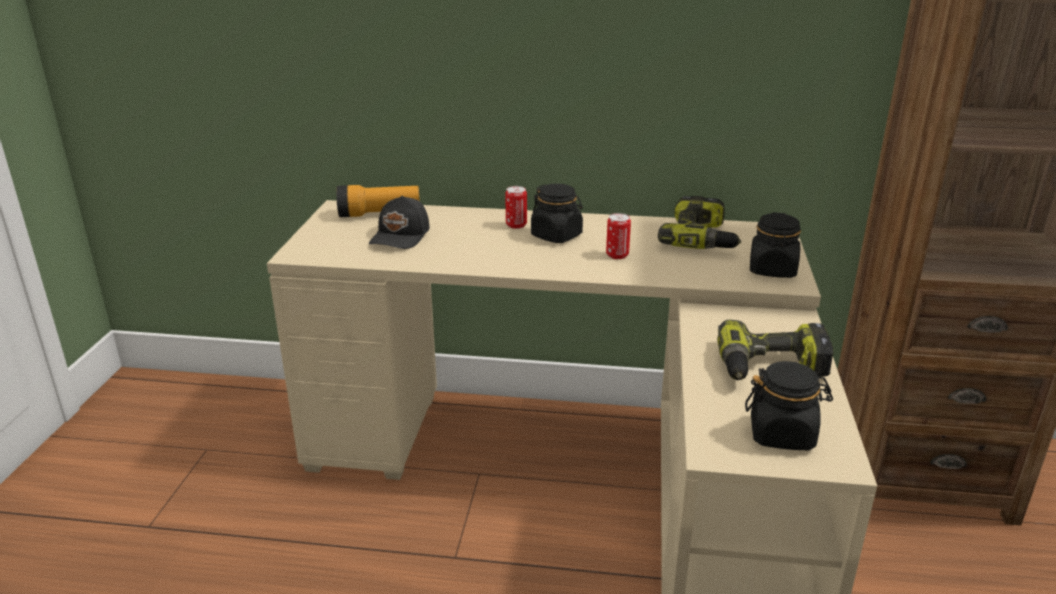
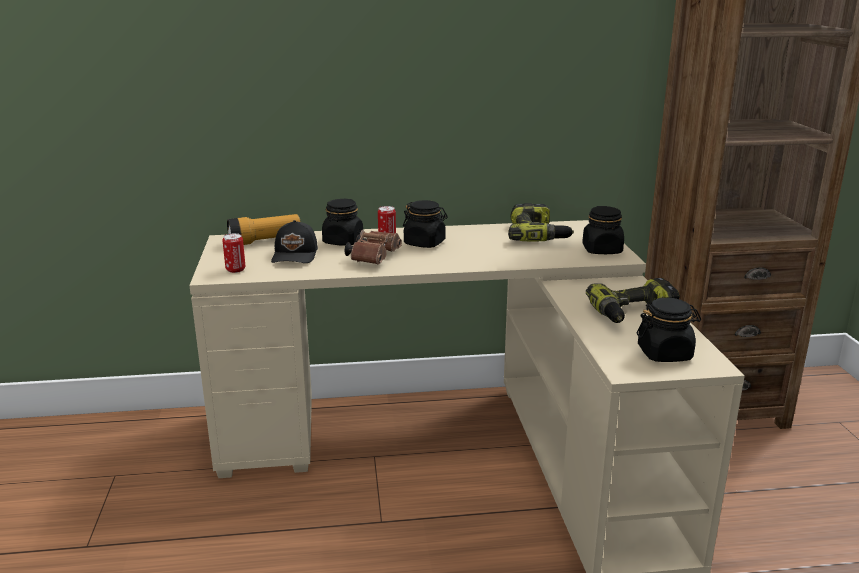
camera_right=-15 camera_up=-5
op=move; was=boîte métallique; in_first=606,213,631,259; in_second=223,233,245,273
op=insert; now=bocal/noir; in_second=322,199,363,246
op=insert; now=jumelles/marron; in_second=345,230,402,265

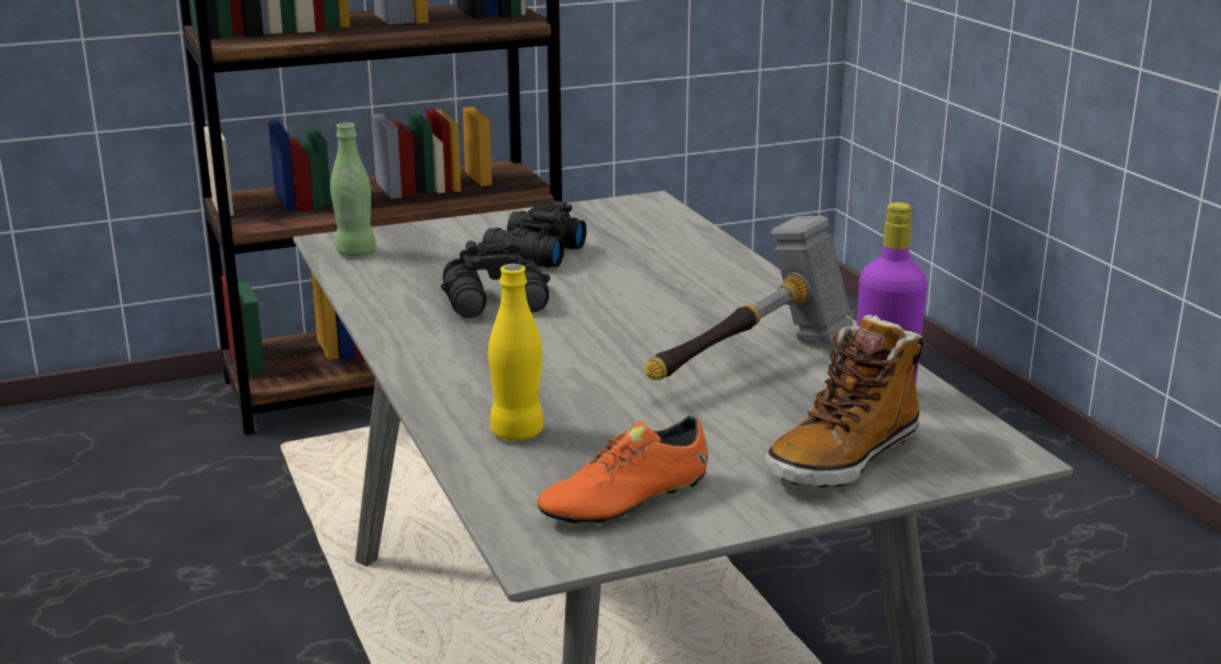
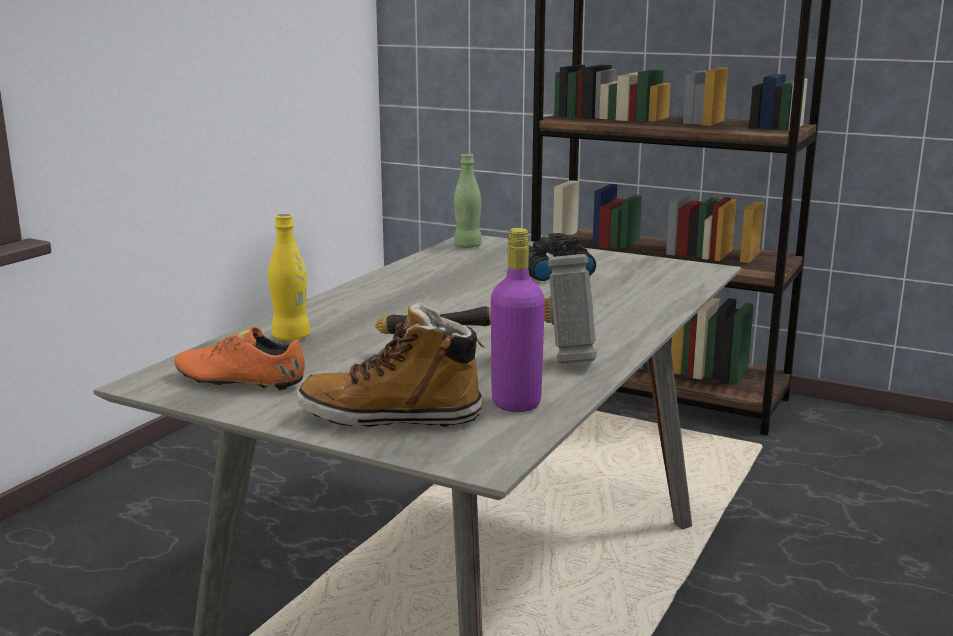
camera_right=50 camera_up=-5
op=delete; was=jumelles/noir; in_first=441,234,550,318

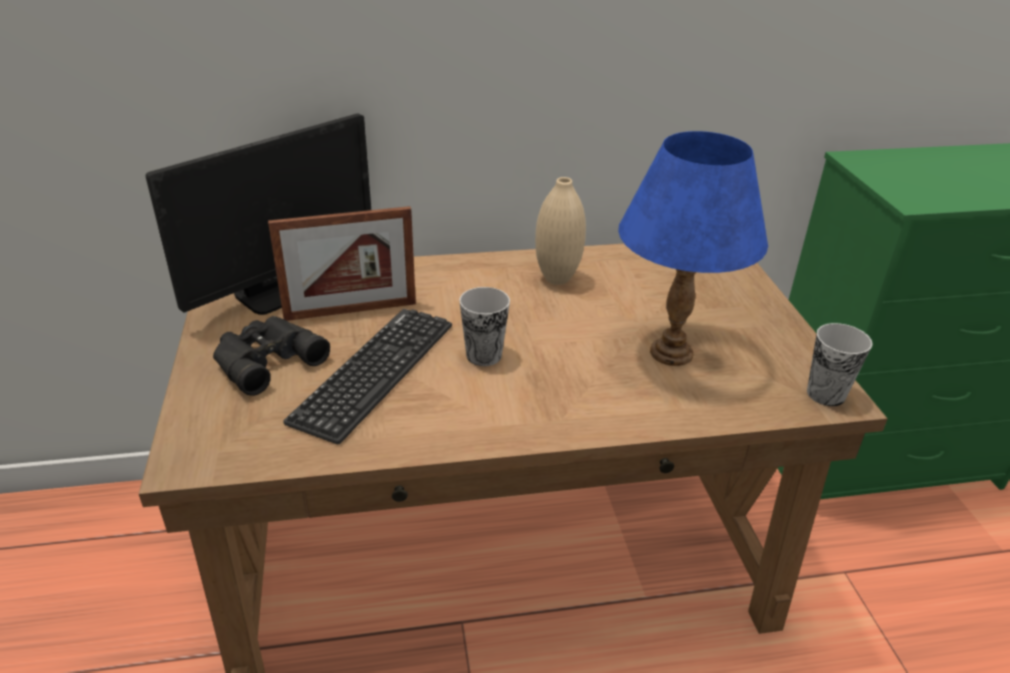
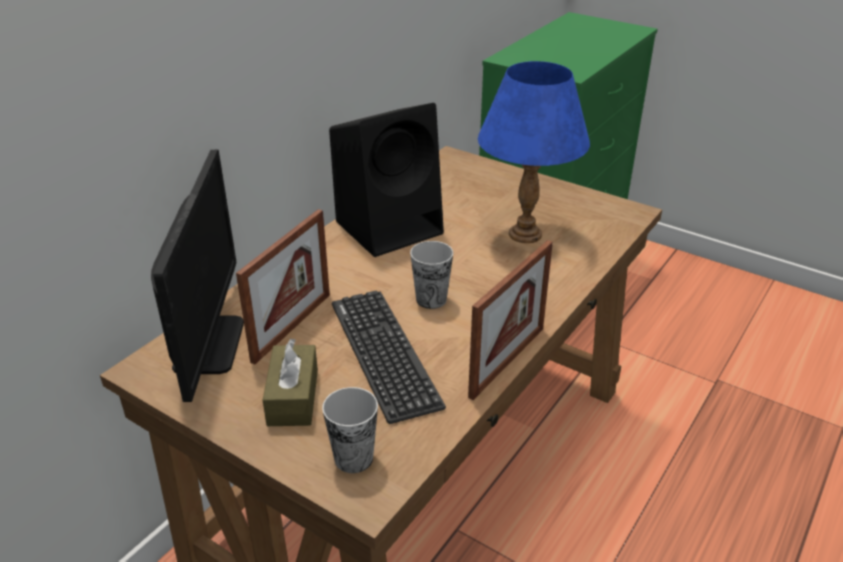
camera_right=-45 camera_up=0
op=replace; was=jumelles/noir; now=boîte à mouchoirs/marron; in_first=213,316,330,396; in_second=263,339,318,426
op=move; was=tasse; in_first=807,323,872,406; in_second=322,387,378,473
op=replace; was=vase/beige; now=enceinte/noir; in_first=535,177,586,285; in_second=329,103,444,257
op=insert; now=cadre photo; in_second=468,240,553,400

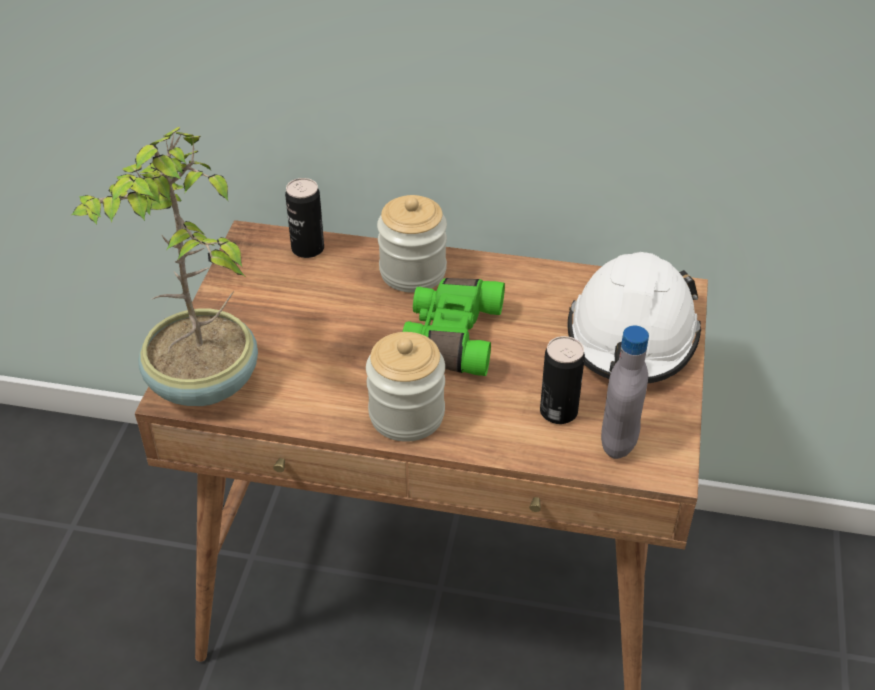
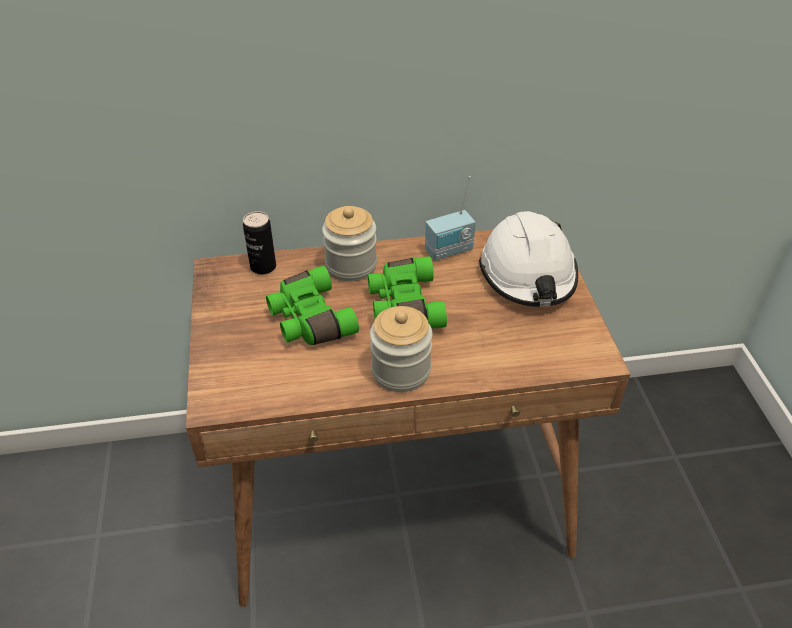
camera_right=-20 camera_up=0
op=insert; now=jumelles/vert; in_second=266,266,359,345
op=insert; now=radio; in_second=425,176,476,261
op=delete; was=plante en pot; in_first=72,127,258,406
op=delete; was=boîte métallique; in_first=540,336,585,424
op=delete; was=bouteille/gris; in_first=601,326,649,459

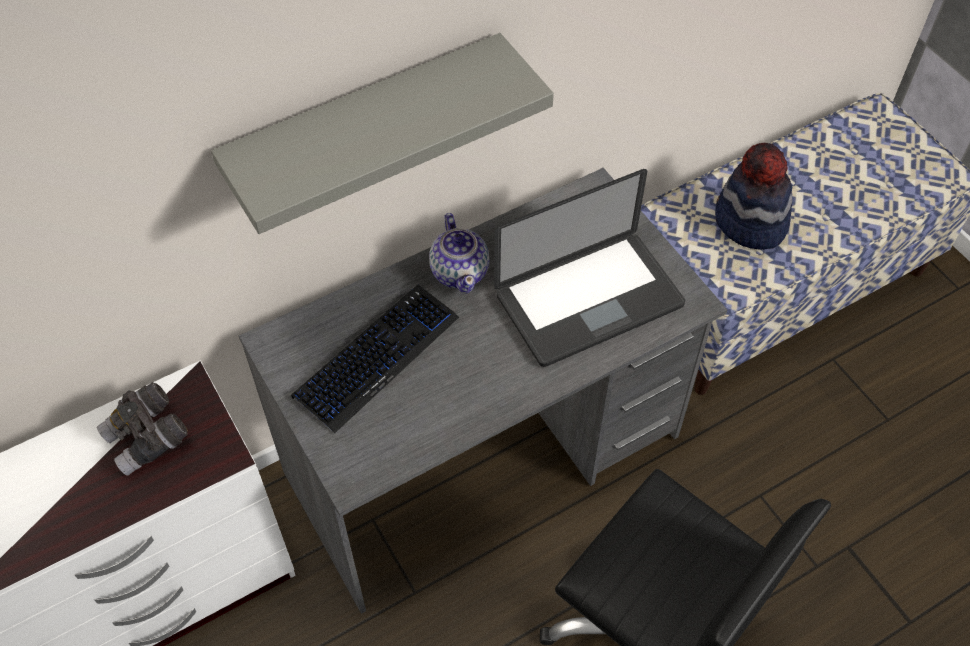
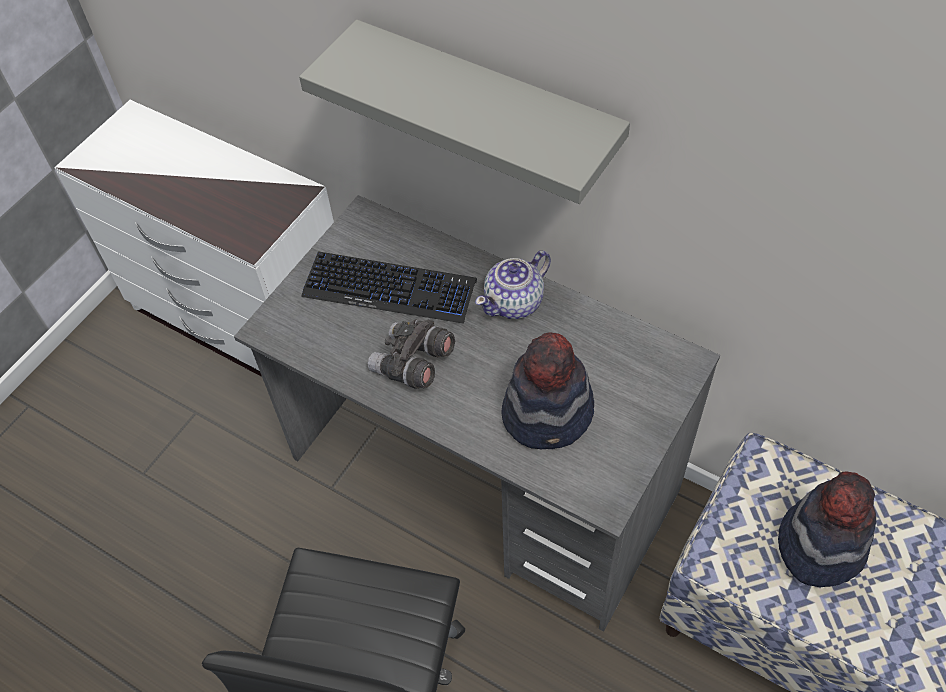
camera_right=65 camera_up=0
op=move; was=jumelles/gris; in_first=97,382,188,476; in_second=368,319,455,389
op=replace; was=ordinateur portable; now=chapeau; in_first=494,169,685,367; in_second=501,333,594,449

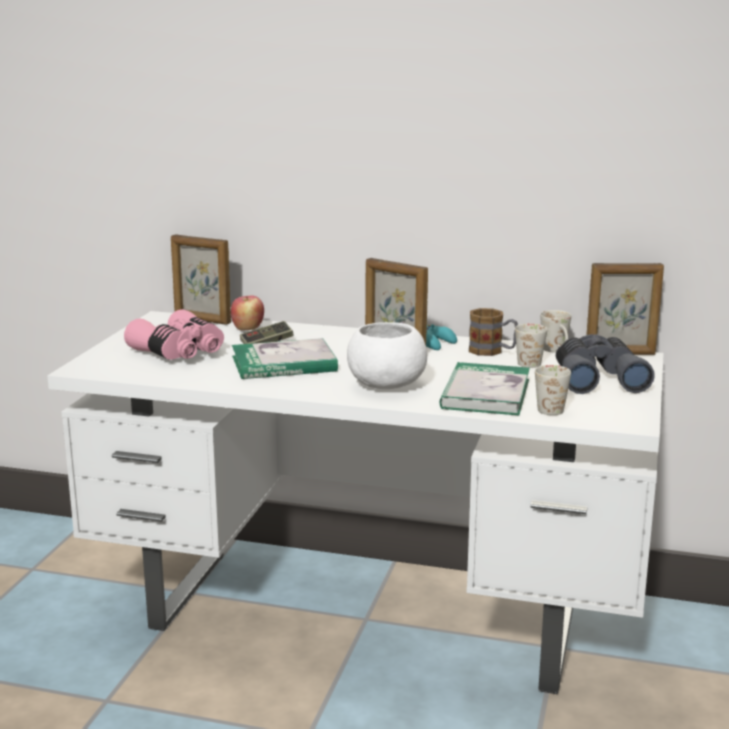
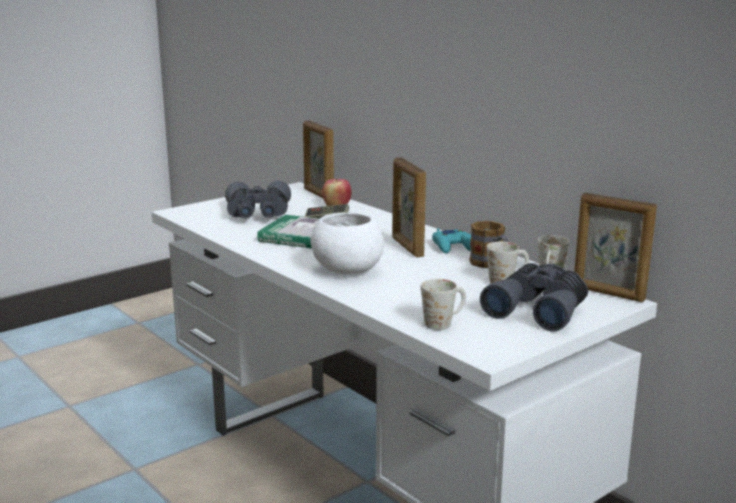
camera_right=35 camera_up=0
op=recolor; was=jumelles/rose; now=jumelles/gris; in_first=124,309,224,360; in_second=225,181,291,219
op=delete; was=livre; in_first=440,362,530,415

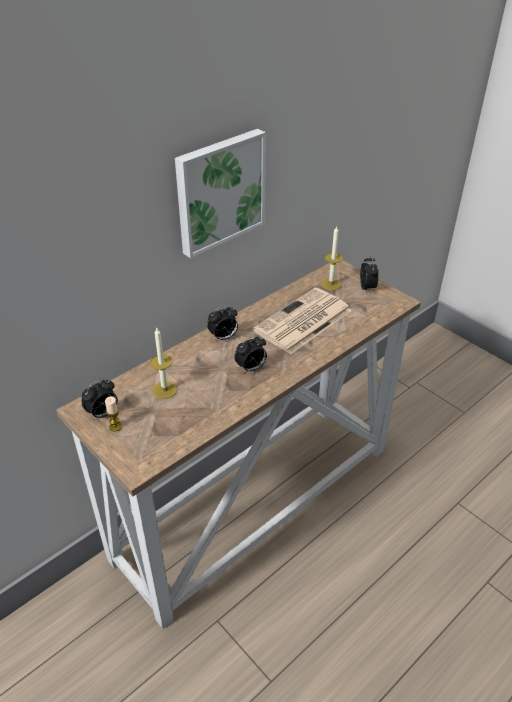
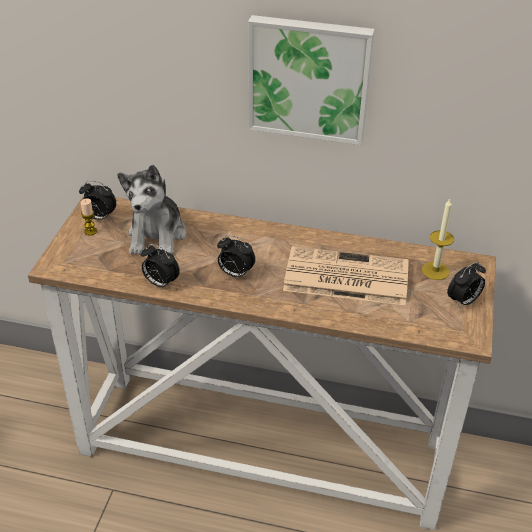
camera_right=55 camera_up=0
op=replace; was=bougie; now=peluche; in_first=150,328,177,399; in_second=117,164,186,255
op=move; was=réveil; in_first=207,305,238,341; in_second=141,244,180,289

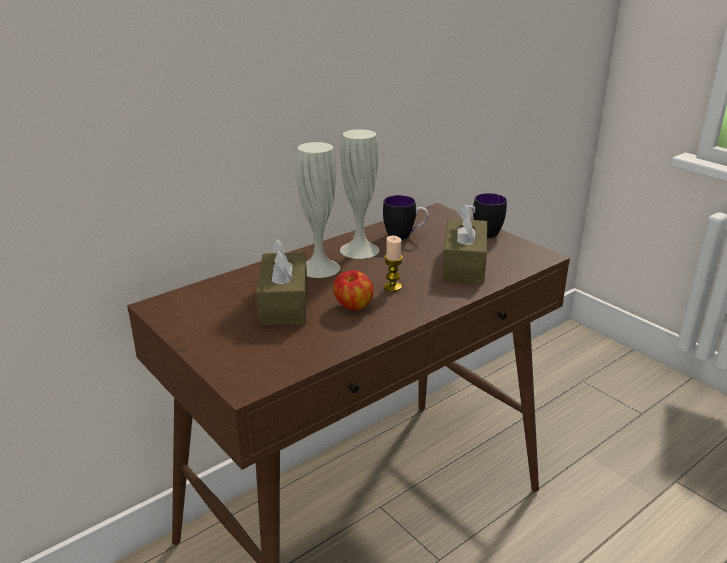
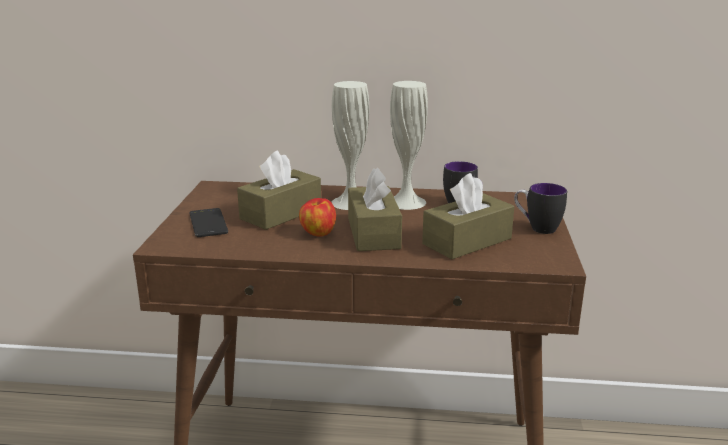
camera_right=45 camera_up=-5
op=insert; now=téléphone; in_second=189,208,228,237
op=replace; was=bougie; now=boîte à mouchoirs/marron; in_first=384,236,403,292; in_second=348,168,402,251

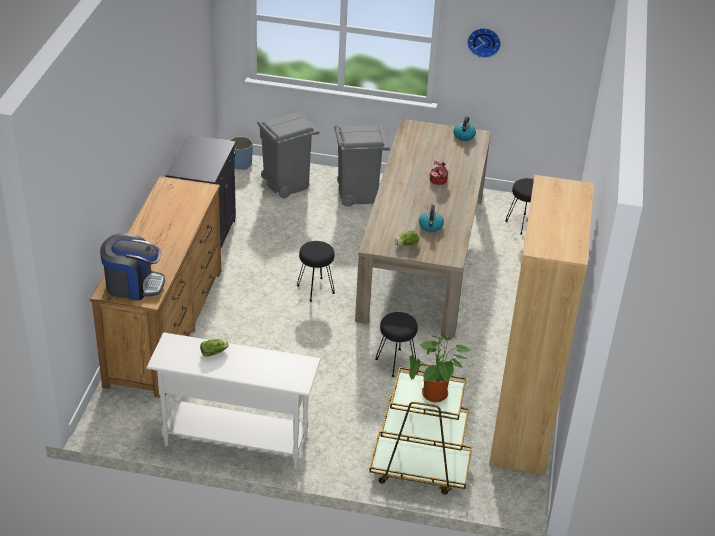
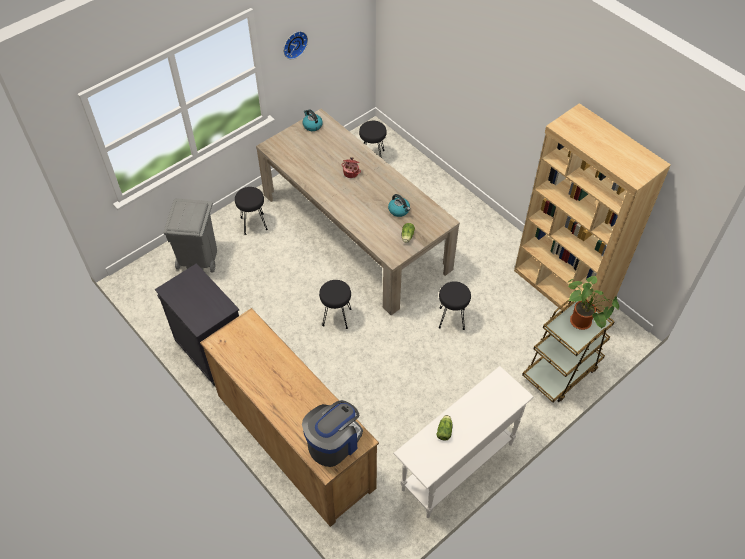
camera_right=-50 camera_up=15
op=replace; was=poubelle/gris; now=tabouret/noir; in_first=334,125,390,207; in_second=235,187,268,235
op=delete; was=cache-pot/bleu; in_first=229,137,253,170

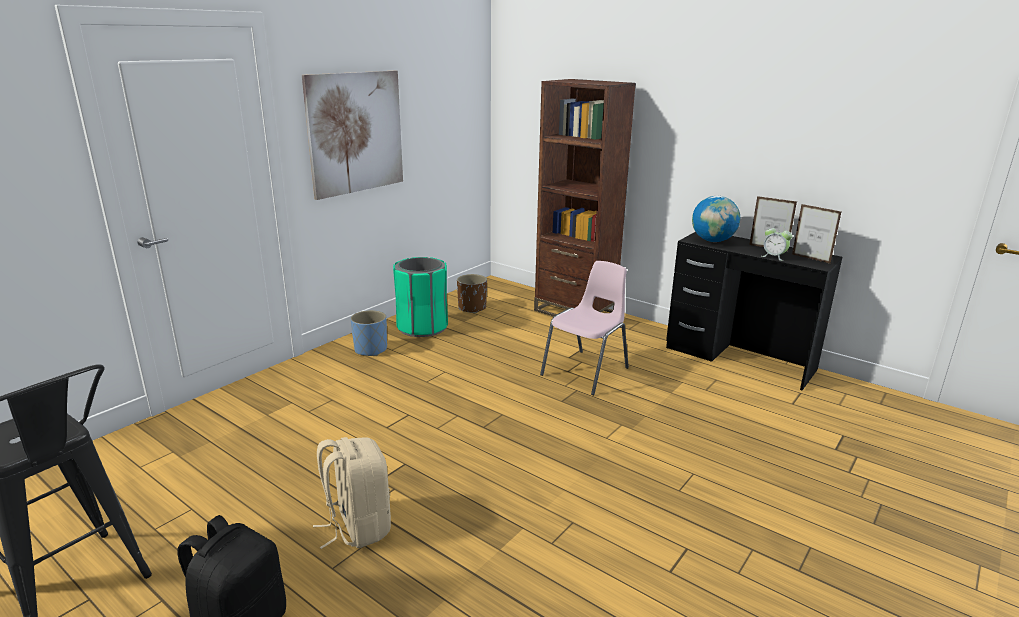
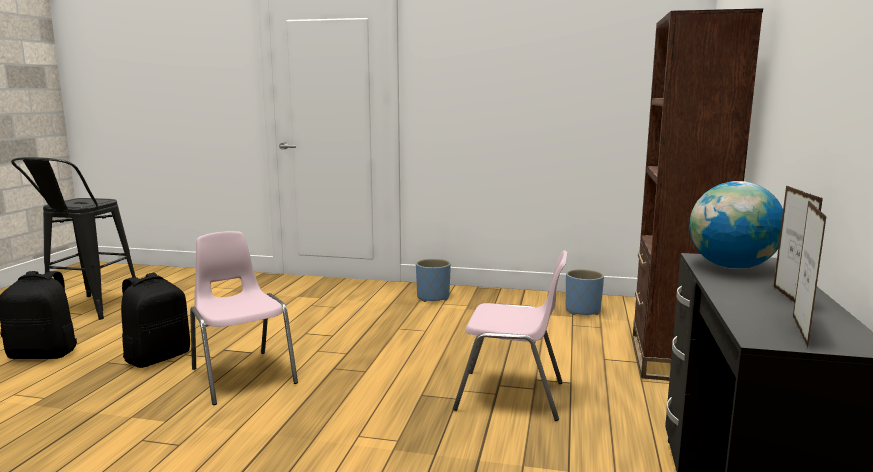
camera_right=65 camera_up=-10
op=recolor; was=sac à dos/beige; now=sac à dos/noir; in_first=313,437,391,549; in_second=121,273,190,368
op=insert; now=chaise/rose; in_second=190,231,298,405
op=recolor; was=cache-pot/marron; now=cache-pot/bleu; in_first=457,274,487,313; in_second=566,269,604,315
op=delete; was=tableau; in_first=302,71,403,200
op=delete; was=poubelle/vert; in_first=393,257,448,337
op=delete; was=réveil; in_first=762,225,793,261

